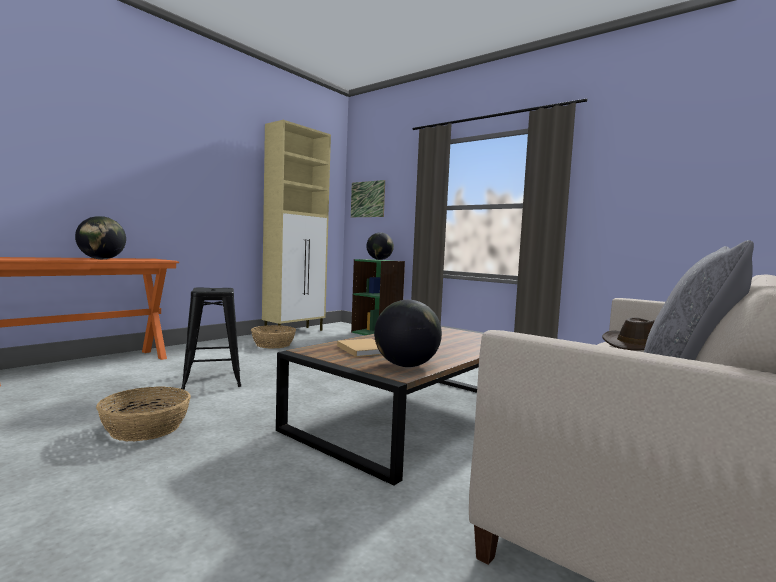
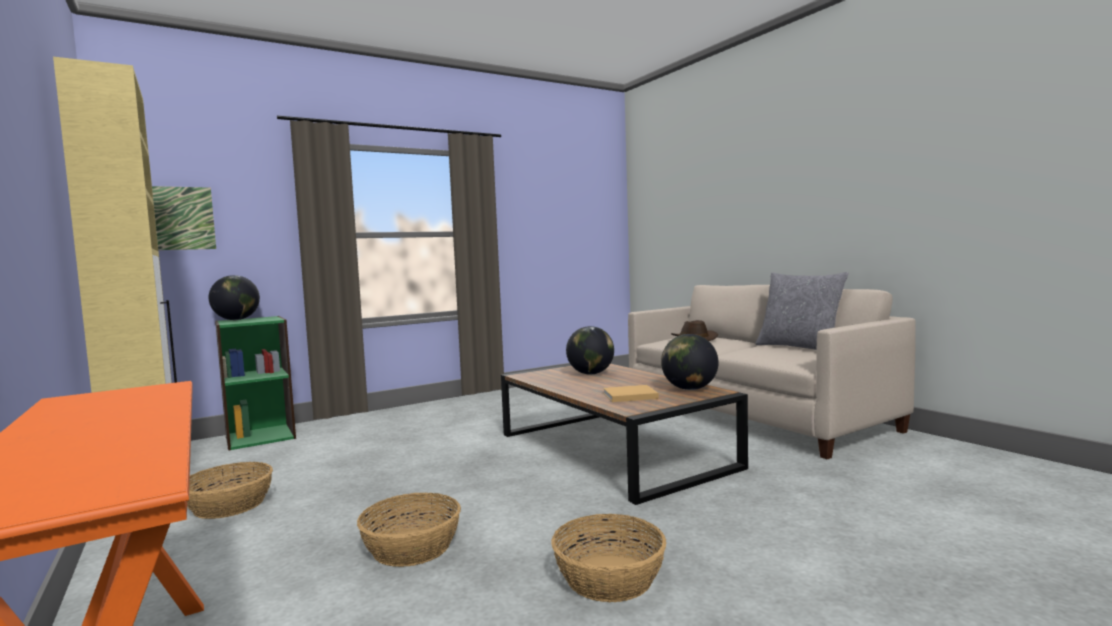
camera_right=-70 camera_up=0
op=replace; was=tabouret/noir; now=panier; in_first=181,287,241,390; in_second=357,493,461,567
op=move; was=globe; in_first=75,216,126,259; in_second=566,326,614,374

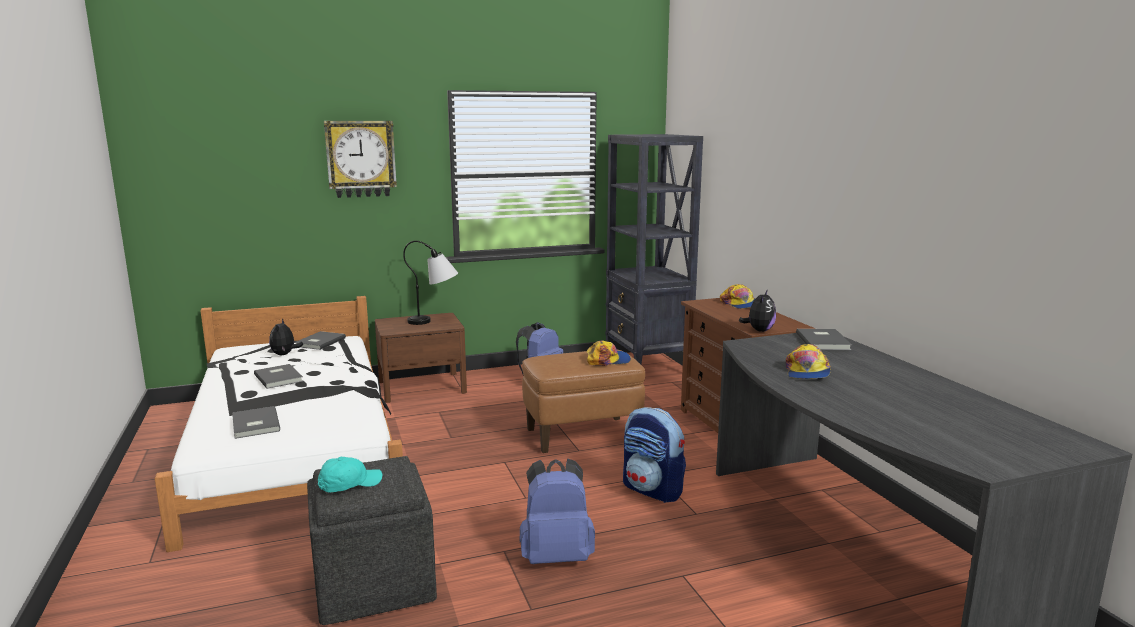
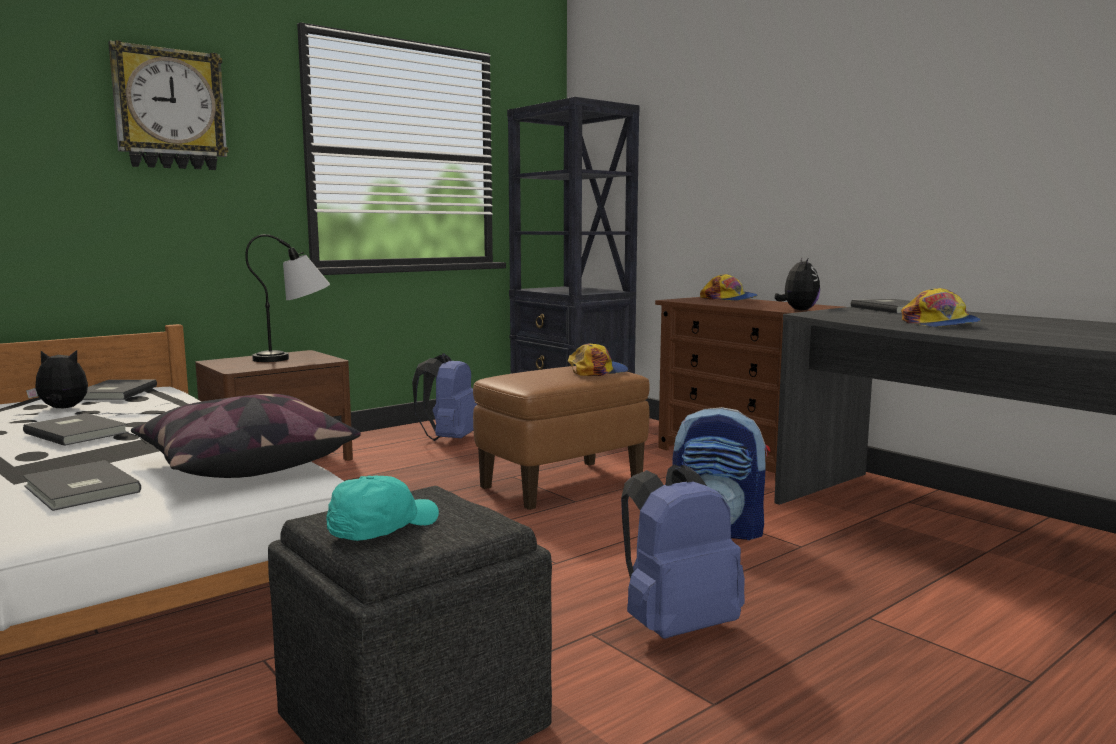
camera_right=-20 camera_up=-5
op=rotate; was=peluche; in_first=269,319,303,355; in_second=26,350,88,408; clockwise=105
op=insert; now=coussin; in_second=131,394,361,478

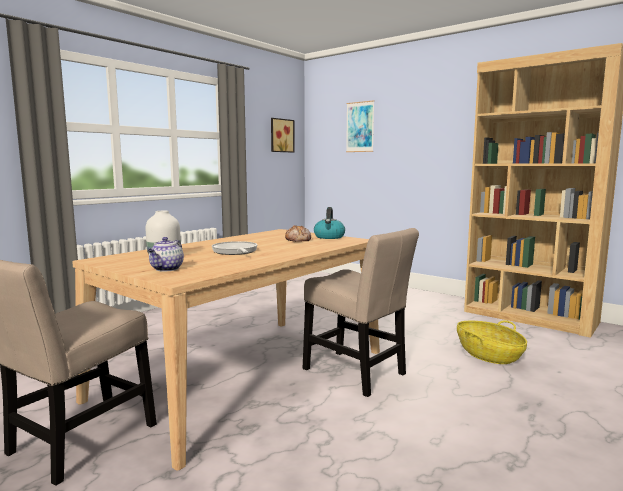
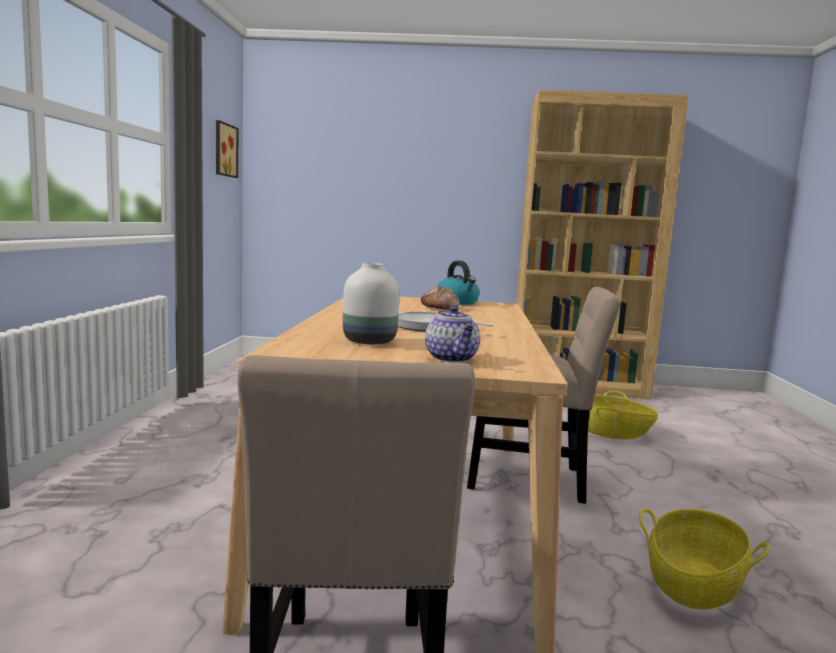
camera_right=-35 camera_up=0
op=insert; now=panier; in_second=639,508,770,610
op=delete; was=tableau; in_first=346,100,374,152

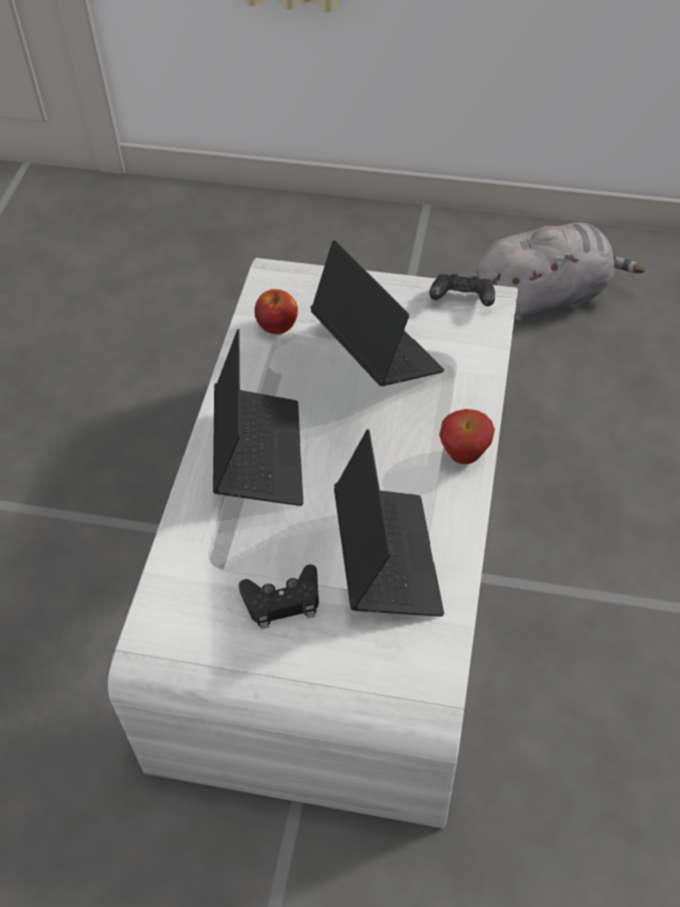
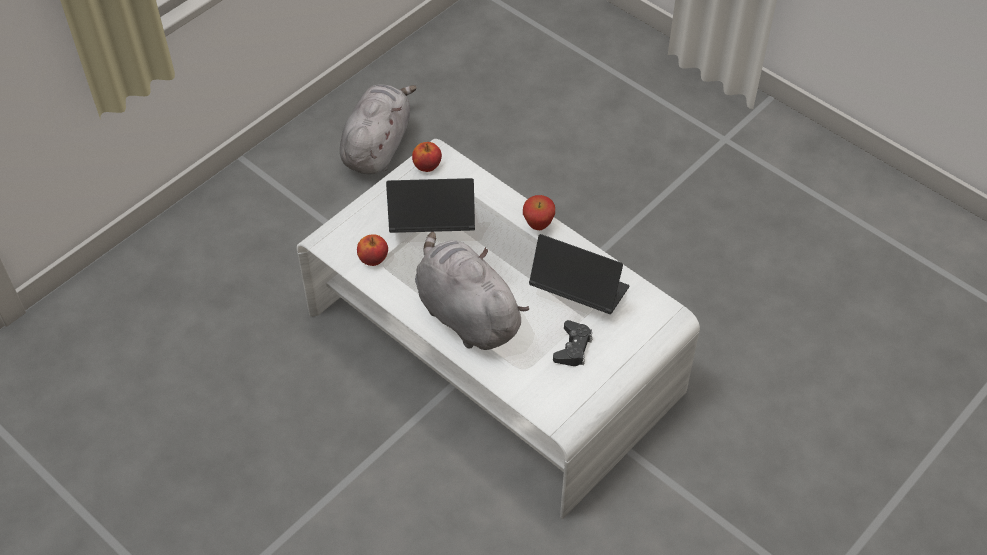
camera_right=-60 camera_up=0
op=replace; was=manette/noir; now=pomme; in_first=429,274,495,306; in_second=412,142,442,172
op=replace; was=ordinateur portable; now=peluche/gris; in_first=213,329,303,506; in_second=415,232,529,350

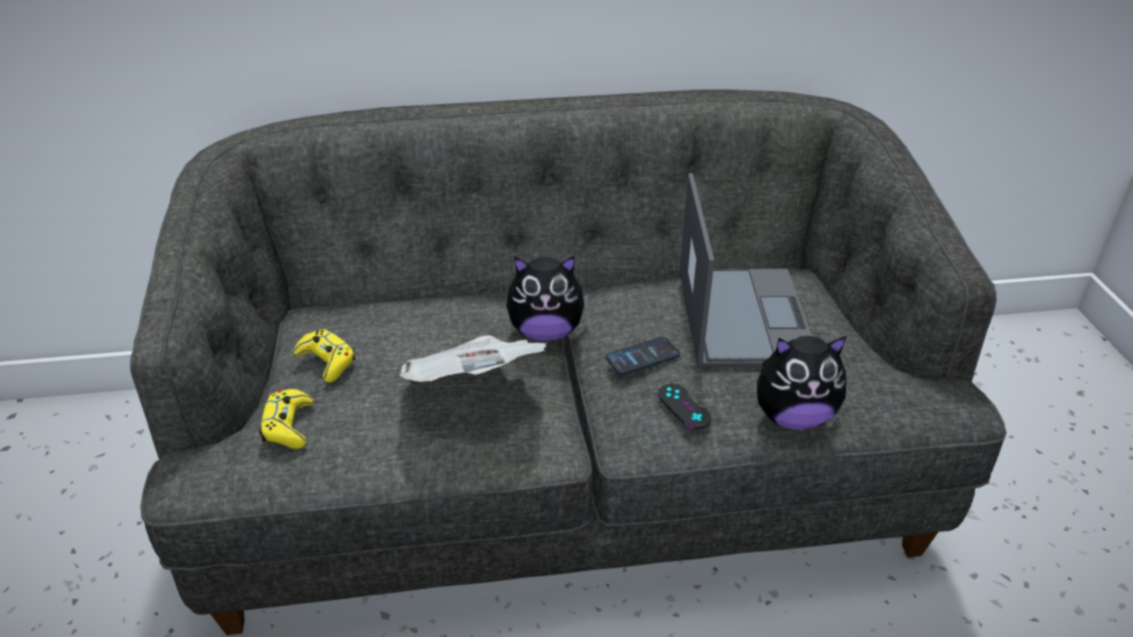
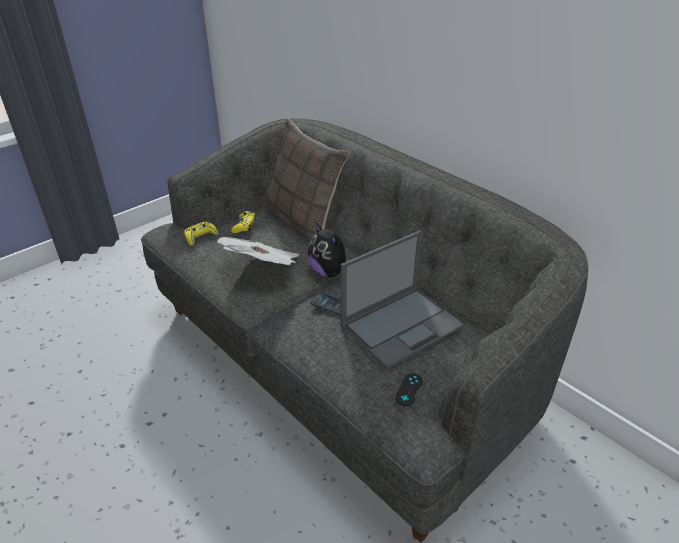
camera_right=55 camera_up=0
op=insert; now=coussin; in_second=264,118,349,241
op=move; was=manette/noir; in_first=658,384,712,429; in_second=395,373,423,406
op=delete; was=peluche; in_first=757,336,847,430

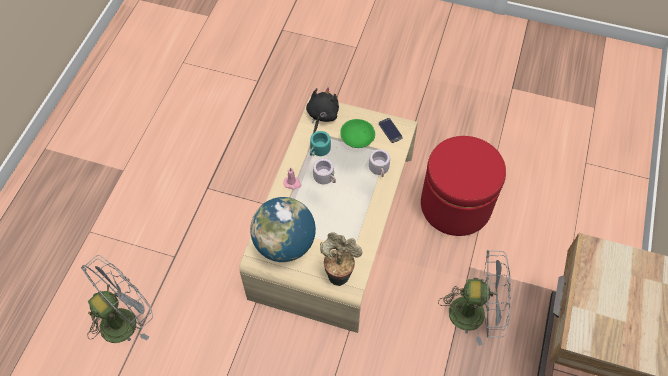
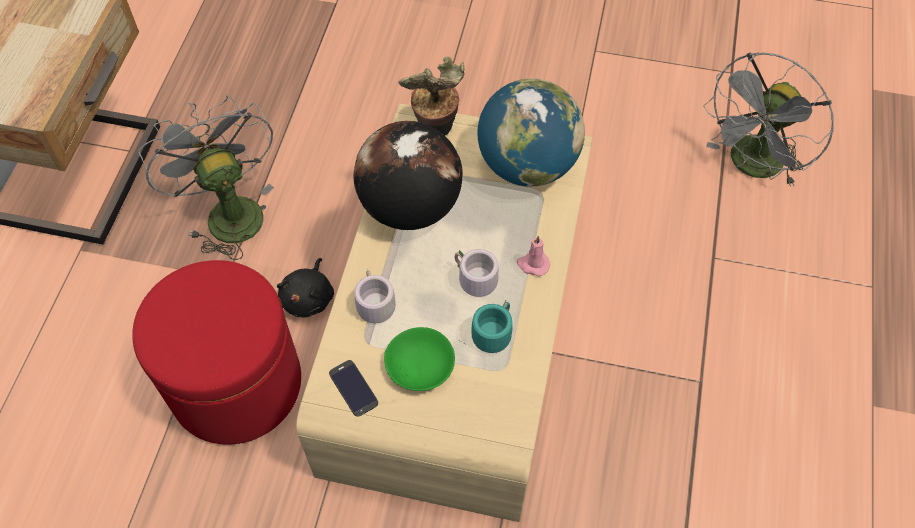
camera_right=175 camera_up=0
op=rotate; was=ventilateur/gris; in_first=438,250,511,346; in_second=138,95,274,260; clockwise=60
op=move; was=peluche/noir; in_first=306,87,339,133; in_second=277,258,334,317
op=insert; now=globe; in_second=353,121,463,230

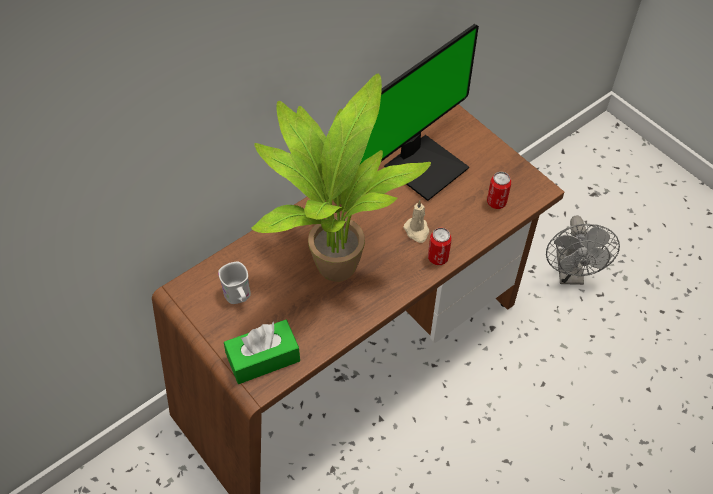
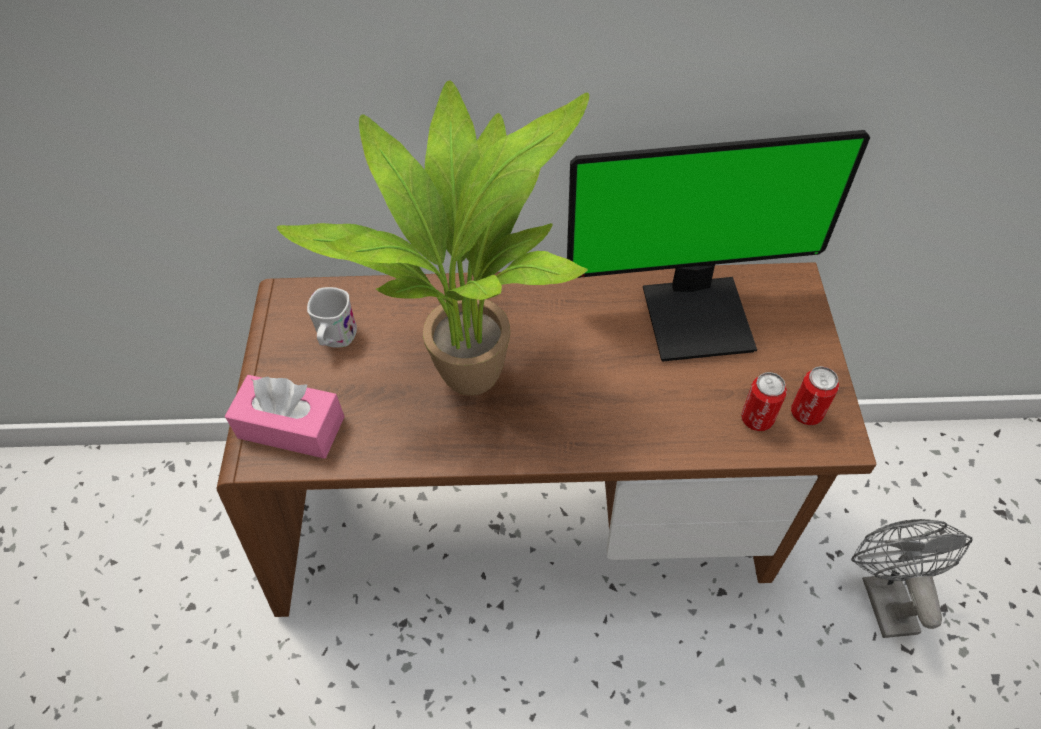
camera_right=40 camera_up=0
op=recolor; was=boîte à mouchoirs/vert; now=boîte à mouchoirs/rose; in_first=224,320,300,384; in_second=225,375,345,459
op=move; was=boîte métallique; in_first=428,228,452,265; in_second=791,366,839,425
op=rotate; was=ventilateur/gris; in_first=546,215,620,285; in_second=851,519,973,638; clockwise=135
op=delete; was=bougie/beige; in_first=403,200,429,243

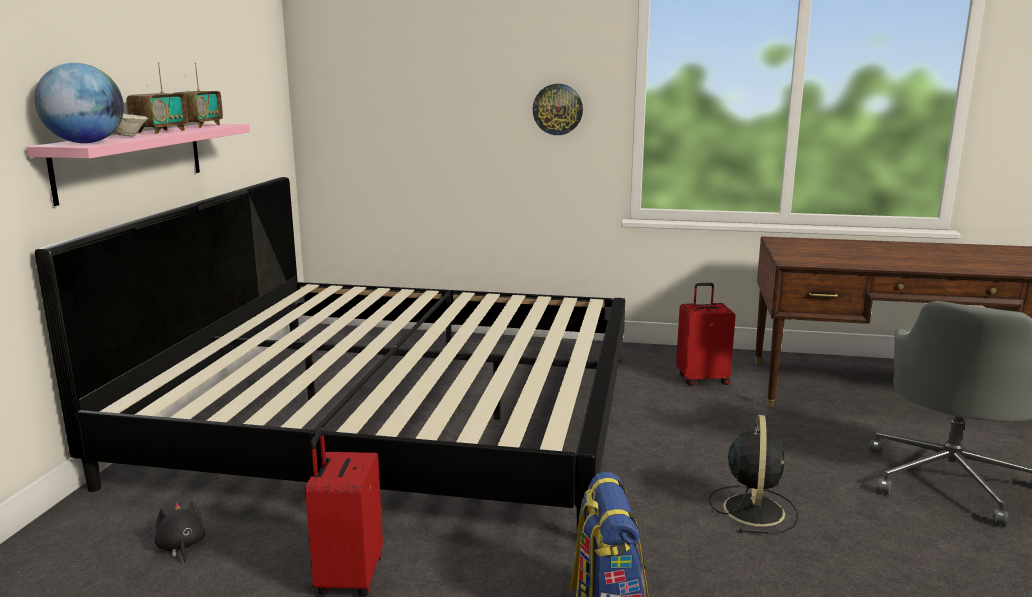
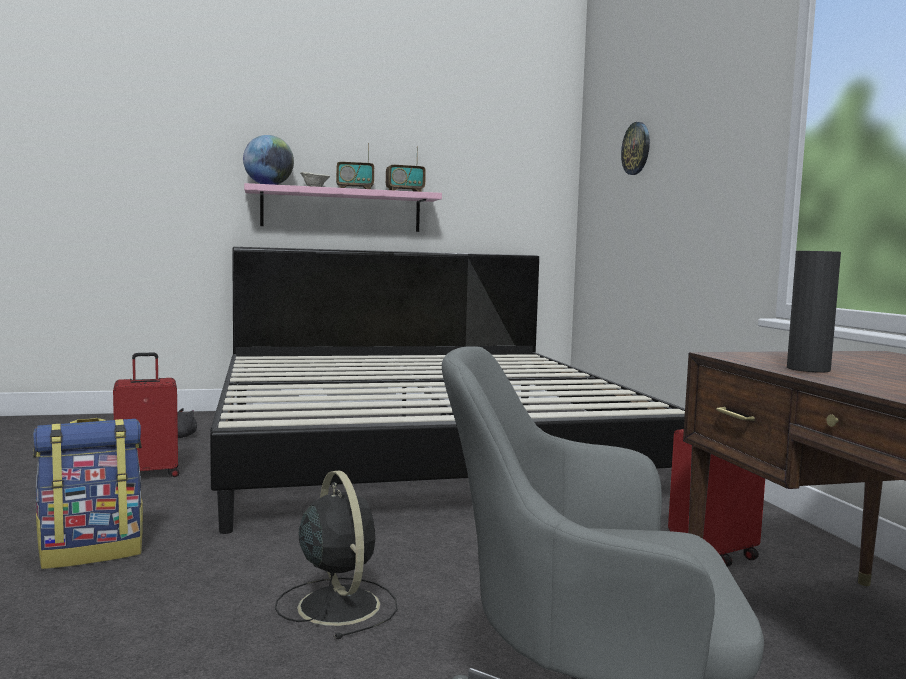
camera_right=65 camera_up=-10
op=rotate; was=ventilateur/noir; in_first=709,415,798,533; in_second=275,470,398,639; clockwise=-105
op=move; was=horloge murale; in_first=533,84,583,135; in_second=621,122,650,175
op=insert; now=vase/noir; in_second=787,251,841,373

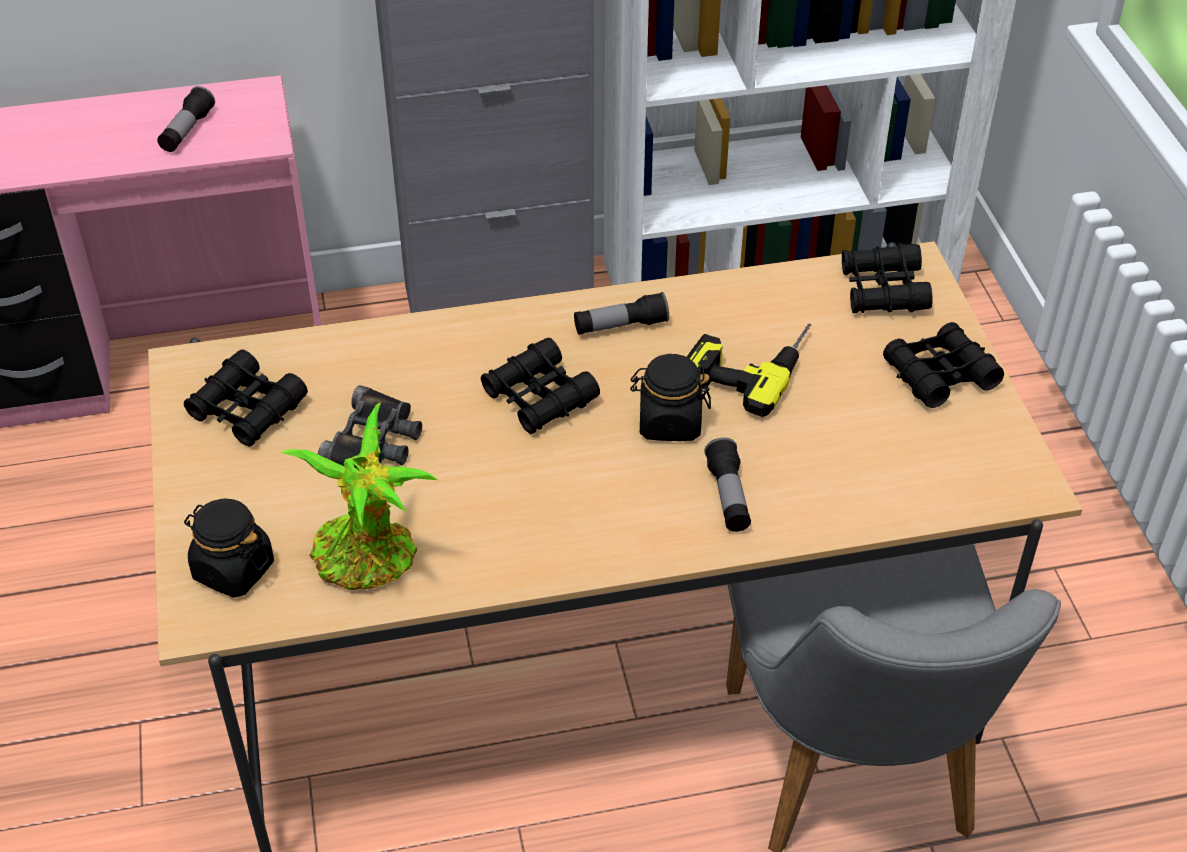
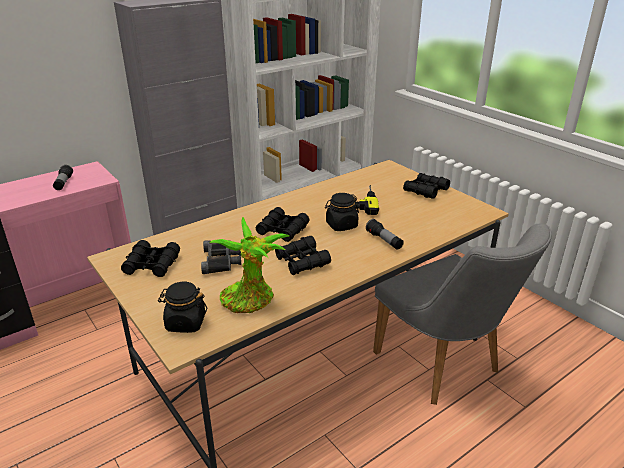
camera_right=-25 camera_up=-15
op=move; was=jumelles/noir; in_first=842,243,933,313; in_second=275,236,331,275
op=delete; was=lampe de poche; in_first=574,292,669,335

